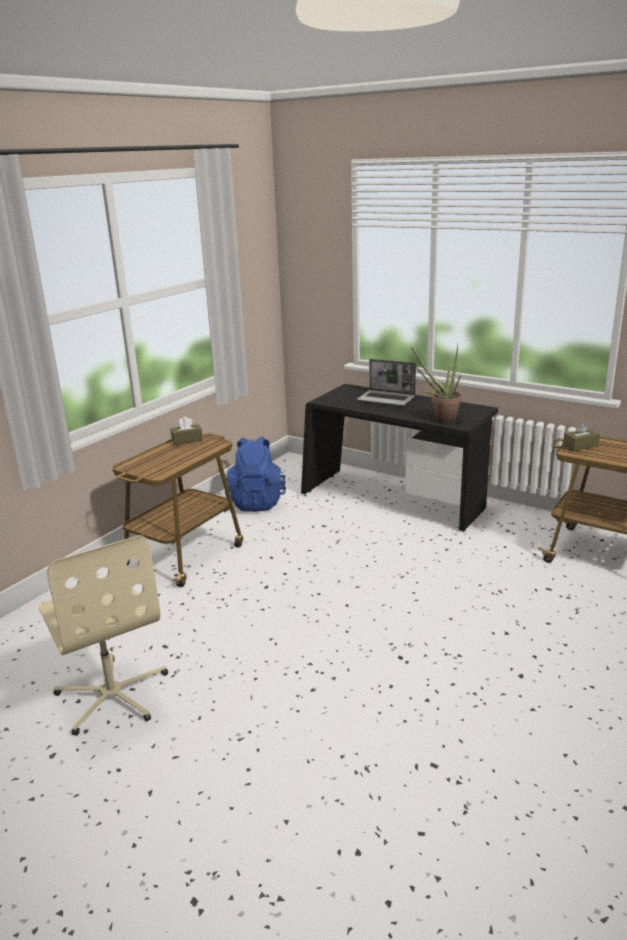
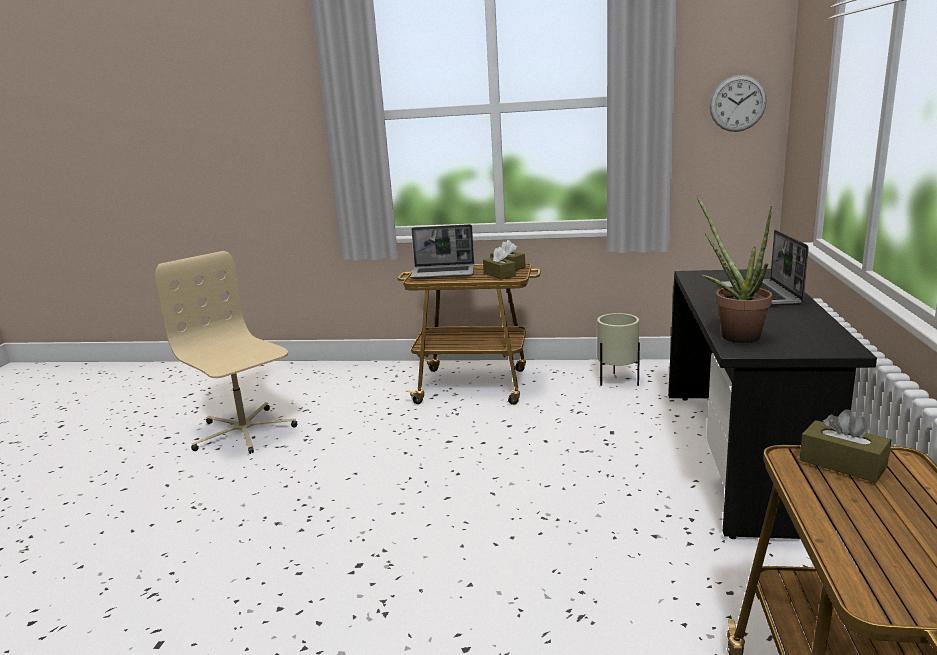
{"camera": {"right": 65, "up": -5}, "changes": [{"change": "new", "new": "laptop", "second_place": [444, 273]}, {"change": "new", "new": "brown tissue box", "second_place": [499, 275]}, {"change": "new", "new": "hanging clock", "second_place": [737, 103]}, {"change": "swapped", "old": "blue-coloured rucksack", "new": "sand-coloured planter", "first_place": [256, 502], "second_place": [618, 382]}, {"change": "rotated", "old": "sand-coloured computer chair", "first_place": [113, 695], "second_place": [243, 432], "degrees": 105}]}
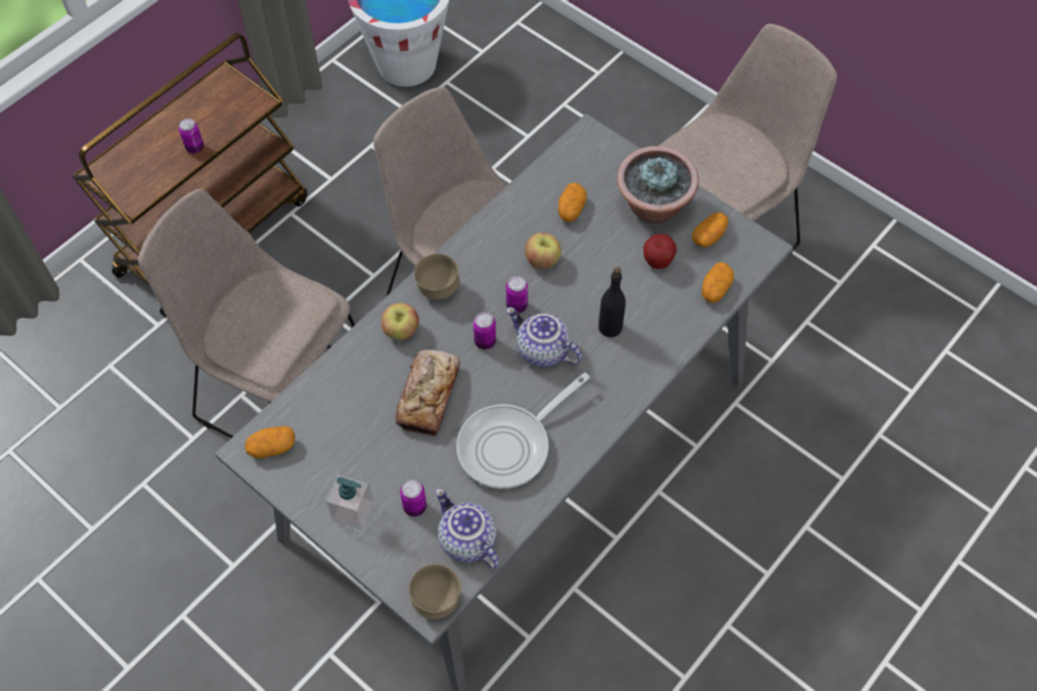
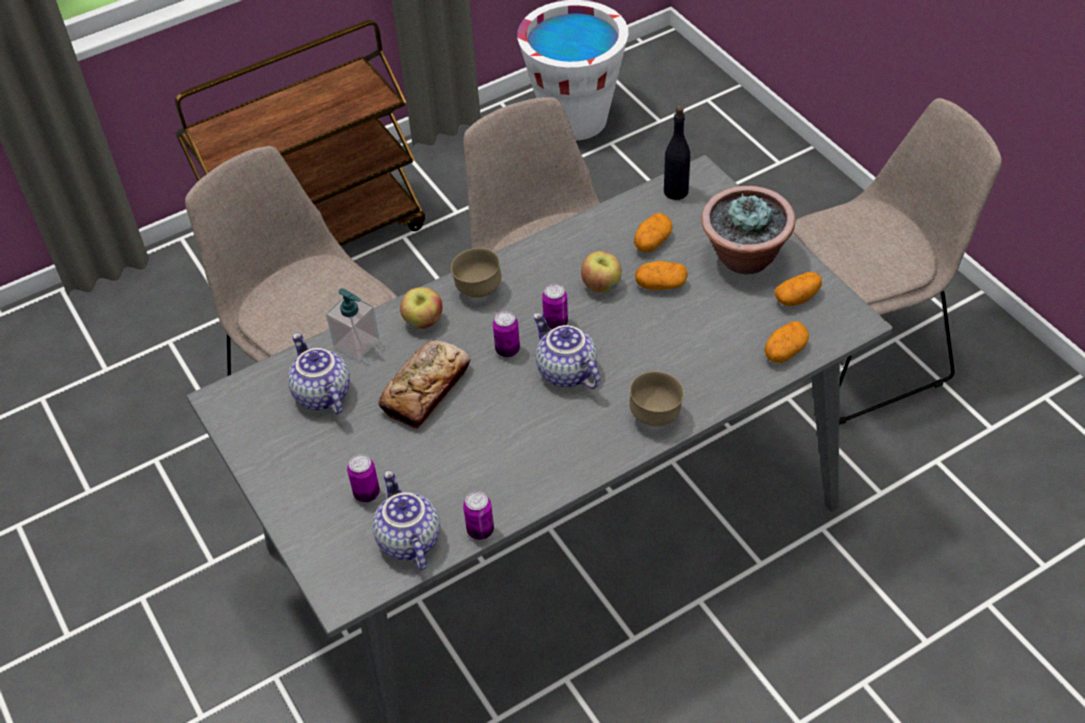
{"camera": {"right": 20, "up": -10}, "changes": [{"change": "gone", "old": "skillet", "first_place": [510, 445]}, {"change": "gone", "old": "apple", "first_place": [657, 262]}, {"change": "new", "new": "pot for tea", "second_place": [321, 394]}, {"change": "shifted", "old": "sealed can", "first_place": [195, 147], "second_place": [480, 530]}, {"change": "shifted", "old": "whole potato", "first_place": [272, 447], "second_place": [660, 285]}, {"change": "shifted", "old": "soap bottle", "first_place": [353, 511], "second_place": [356, 343]}, {"change": "shifted", "old": "brown bowl", "first_place": [436, 601], "second_place": [655, 416]}, {"change": "shifted", "old": "black bottle", "first_place": [610, 327], "second_place": [676, 191]}]}
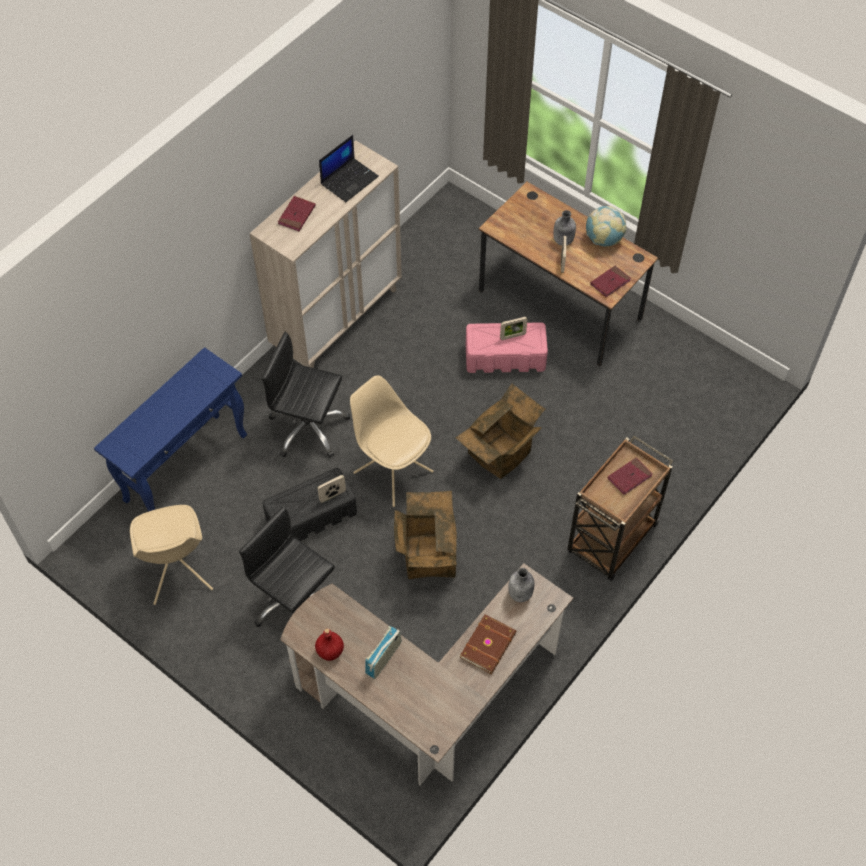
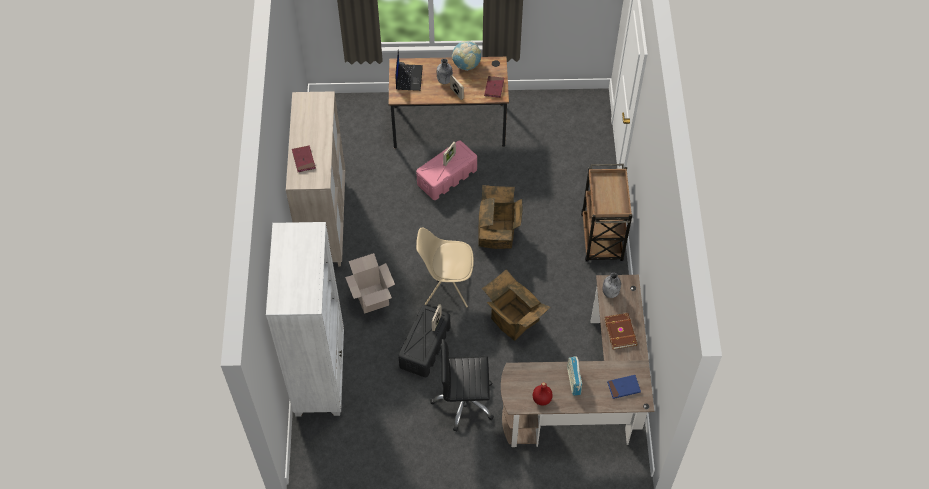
{"camera": {"right": -40, "up": 0}, "changes": [{"change": "gone", "old": "sand-coloured plain chair", "first_place": [178, 573]}, {"change": "gone", "old": "reddish bound book", "first_place": [629, 477]}, {"change": "new", "new": "blue-coloured bound book", "second_place": [623, 387]}, {"change": "shifted", "old": "laptop", "first_place": [349, 180], "second_place": [408, 77]}, {"change": "swapped", "old": "blue-coloured narrow table", "new": "whitish bookcase", "first_place": [186, 467], "second_place": [320, 374]}, {"change": "swapped", "old": "black computer chair", "new": "carton", "first_place": [308, 428], "second_place": [372, 298]}]}
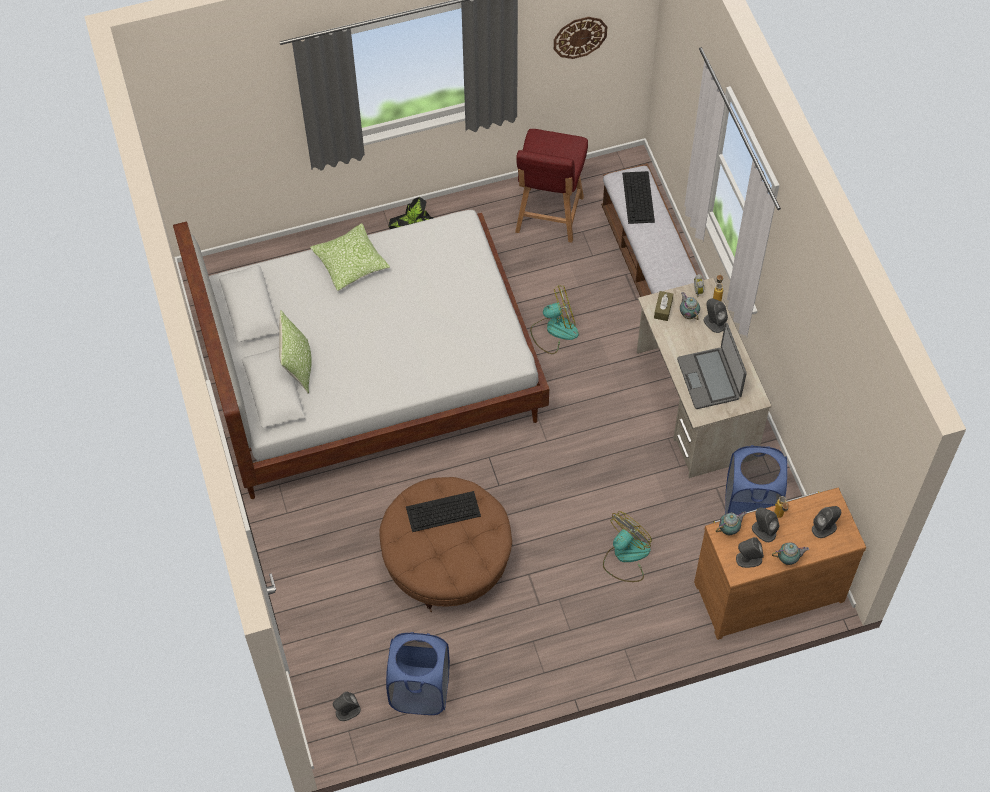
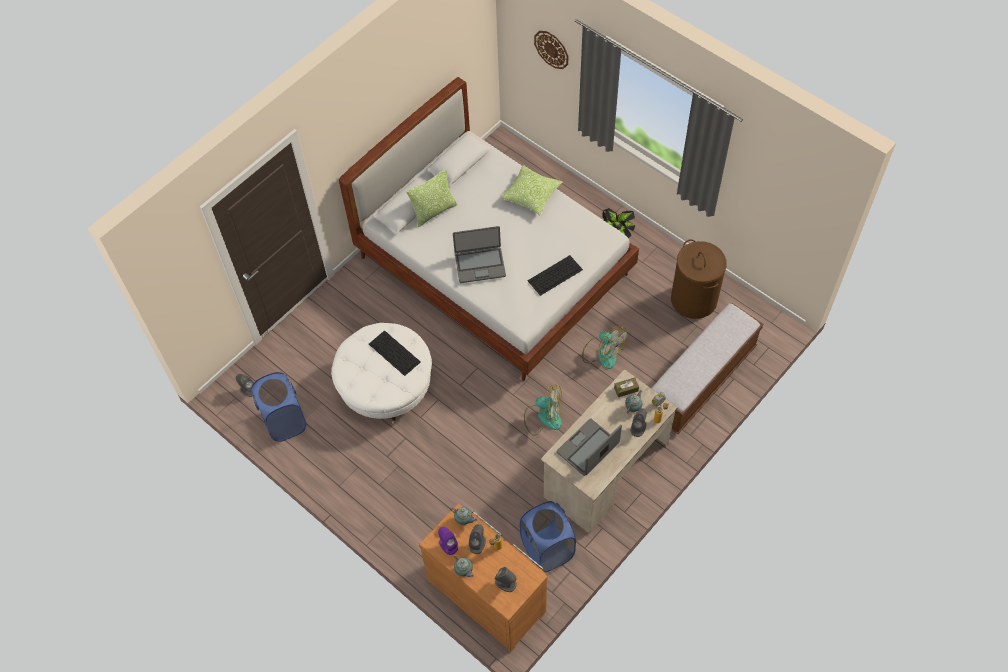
{"camera": {"right": 60, "up": 0}, "changes": [{"change": "new", "new": "laptop", "second_place": [480, 265]}, {"change": "shifted", "old": "hanging clock", "first_place": [580, 37], "second_place": [551, 49]}, {"change": "shifted", "old": "electric fan", "first_place": [625, 556], "second_place": [543, 417]}, {"change": "shifted", "old": "computer keyboard", "first_place": [638, 198], "second_place": [554, 275]}, {"change": "swapped", "old": "reddish plain chair", "new": "brown washing basket", "first_place": [549, 216], "second_place": [693, 299]}, {"change": "repainted", "old": "brown pouffe", "new": "whitish pouffe", "first_place": [447, 560], "second_place": [385, 386]}, {"change": "repainted", "old": "grey speaker", "new": "purple speaker", "first_place": [748, 559], "second_place": [448, 544]}]}
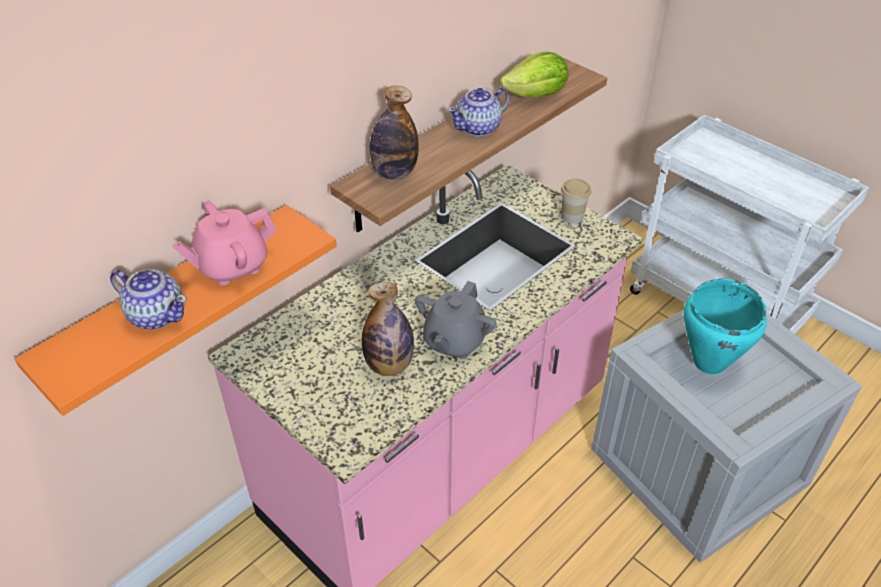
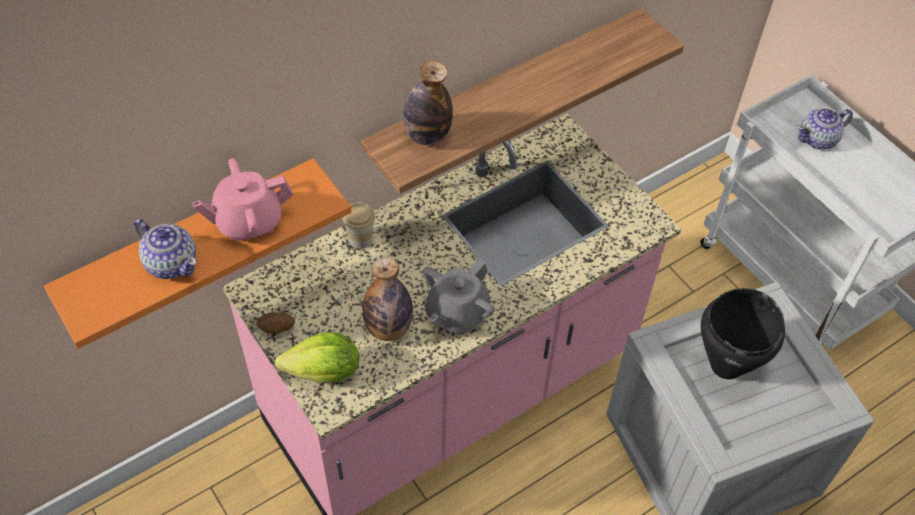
{"camera": {"right": 10, "up": 10}, "changes": [{"change": "new", "new": "whole potato", "second_place": [277, 329]}, {"change": "shifted", "old": "pot for tea", "first_place": [479, 128], "second_place": [818, 139]}, {"change": "shifted", "old": "lettuce", "first_place": [536, 95], "second_place": [324, 372]}, {"change": "shifted", "old": "cup", "first_place": [572, 216], "second_place": [360, 239]}, {"change": "repainted", "old": "turquoise-coloured cooking pot", "new": "black cooking pot", "first_place": [708, 363], "second_place": [725, 365]}]}
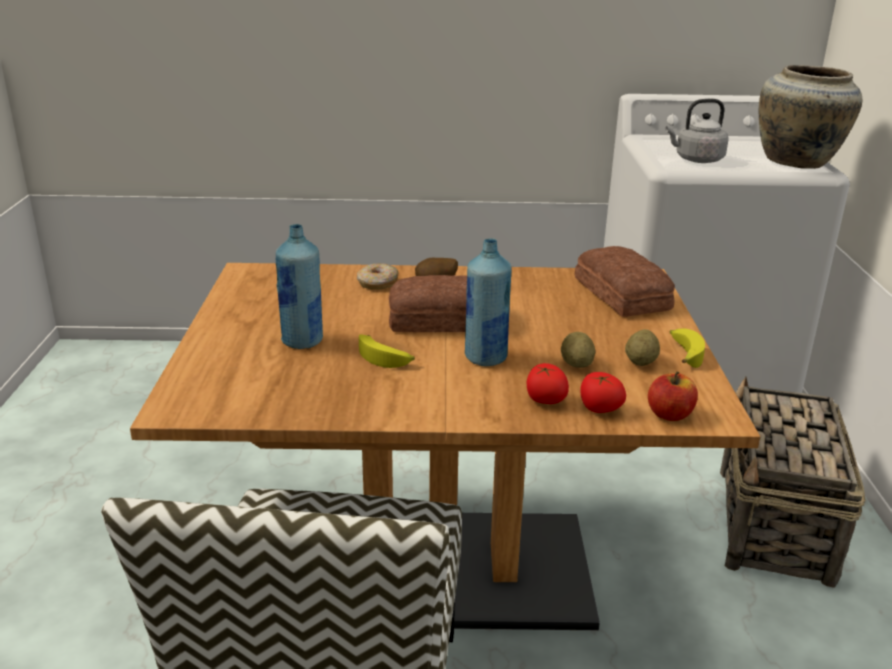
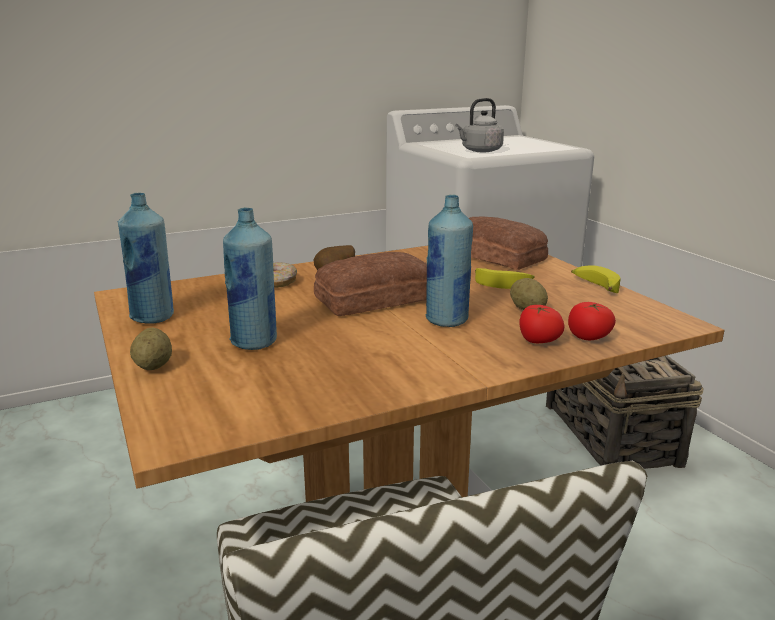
{"camera": {"right": -25, "up": -5}, "changes": [{"change": "gone", "old": "apple", "first_place": [670, 414]}, {"change": "gone", "old": "sand-coloured decorative vase", "first_place": [798, 162]}, {"change": "new", "new": "blue-coloured bottle", "second_place": [153, 317]}, {"change": "shifted", "old": "whole banana", "first_place": [385, 358], "second_place": [504, 283]}, {"change": "shifted", "old": "whole potato", "first_place": [640, 362], "second_place": [153, 366]}]}
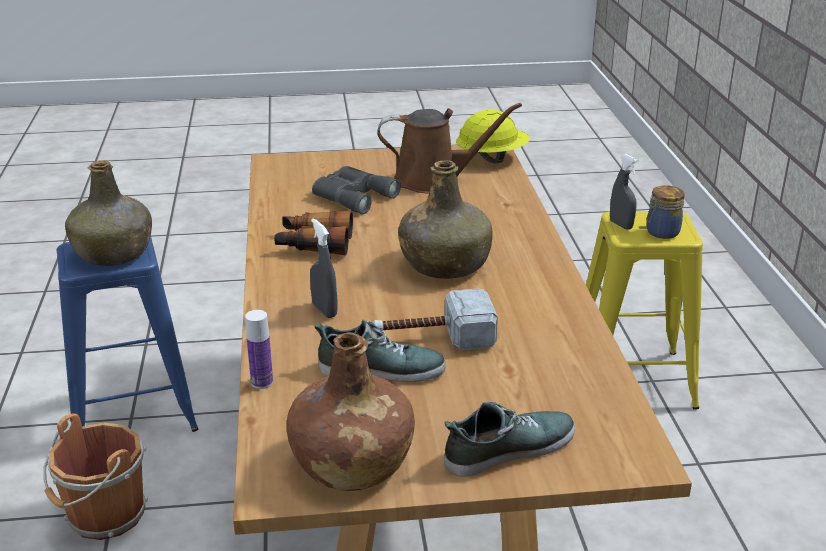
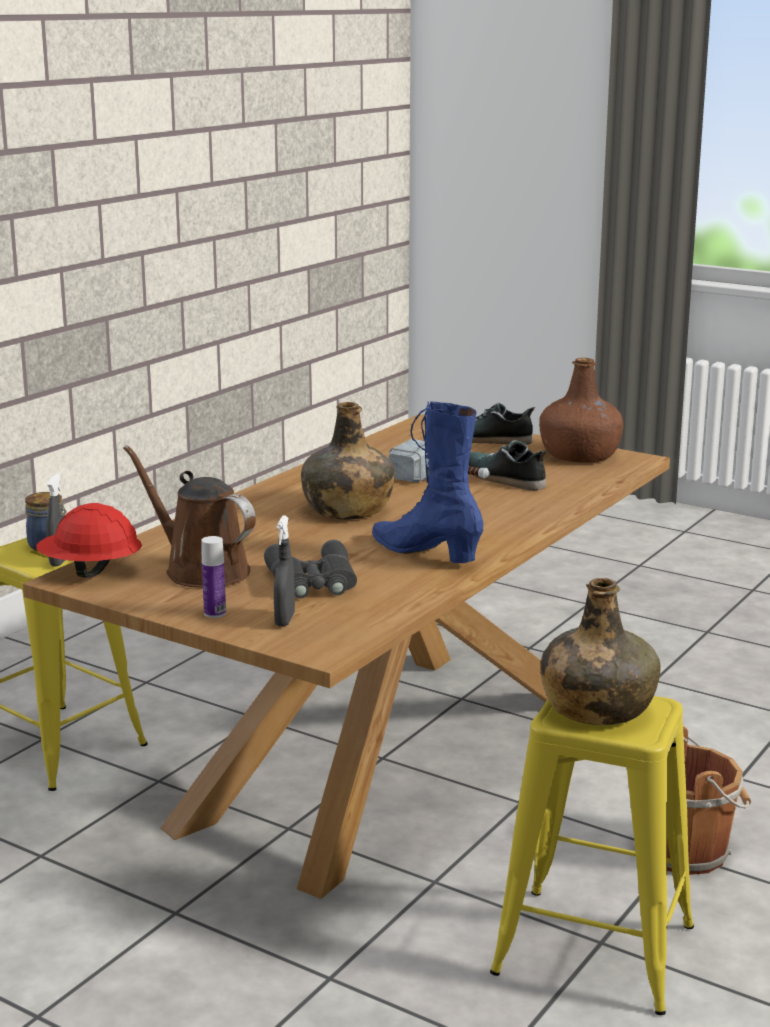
{"camera": {"right": -140, "up": -10}, "changes": [{"change": "shifted", "old": "bottle", "first_place": [262, 382], "second_place": [215, 613]}, {"change": "shifted", "old": "grey hand sprayer", "first_place": [324, 310], "second_place": [285, 620]}, {"change": "swapped", "old": "pair of binoculars", "new": "blue-coloured boot", "first_place": [314, 244], "second_place": [426, 553]}, {"change": "repainted", "old": "blue-coloured stool", "new": "yellow stool", "first_place": [132, 411], "second_place": [594, 949]}, {"change": "repainted", "old": "yellow safety helmet", "new": "reddish safety helmet", "first_place": [492, 158], "second_place": [90, 572]}]}
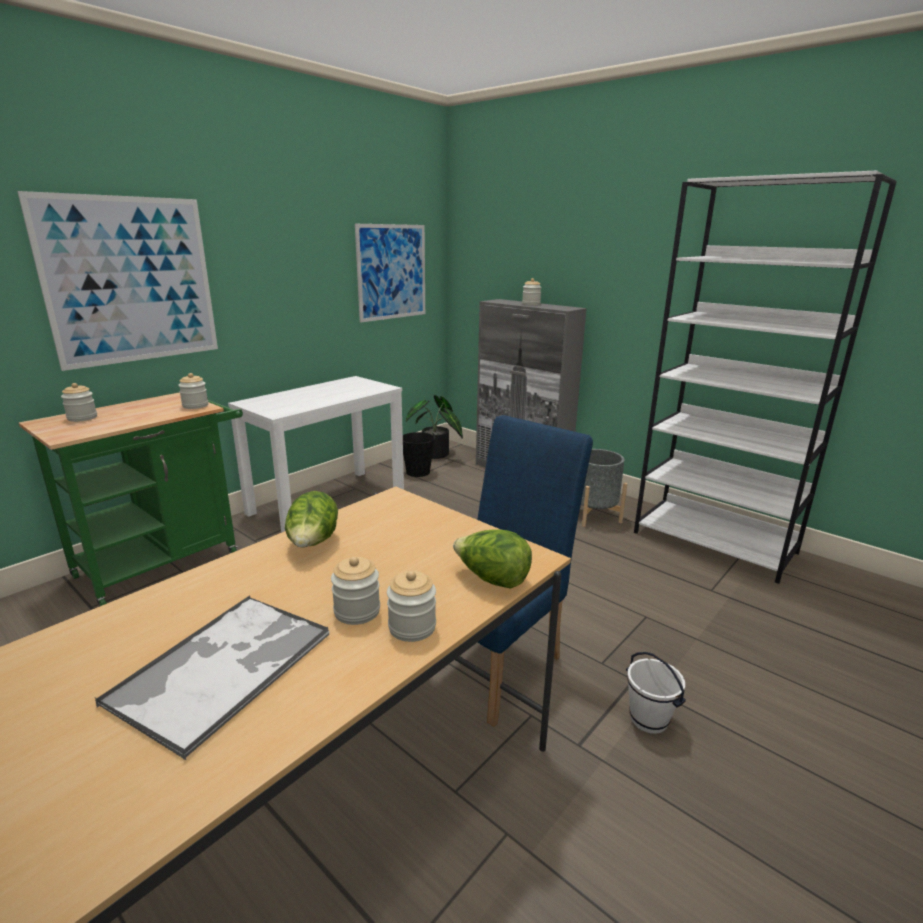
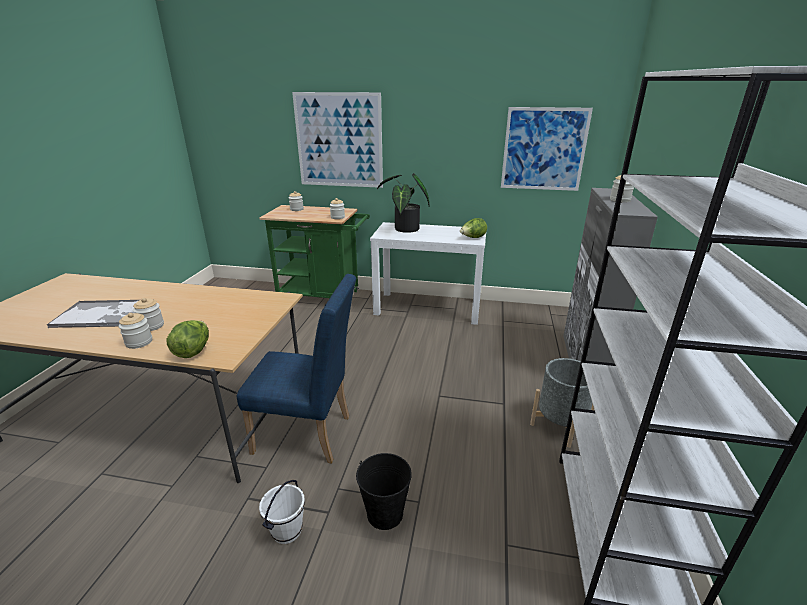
{"camera": {"right": 60, "up": 5}, "changes": [{"change": "shifted", "old": "lettuce", "first_place": [313, 544], "second_place": [472, 238]}, {"change": "shifted", "old": "black bucket", "first_place": [418, 472], "second_place": [385, 513]}, {"change": "shifted", "old": "plant in a pot", "first_place": [436, 455], "second_place": [404, 230]}]}
